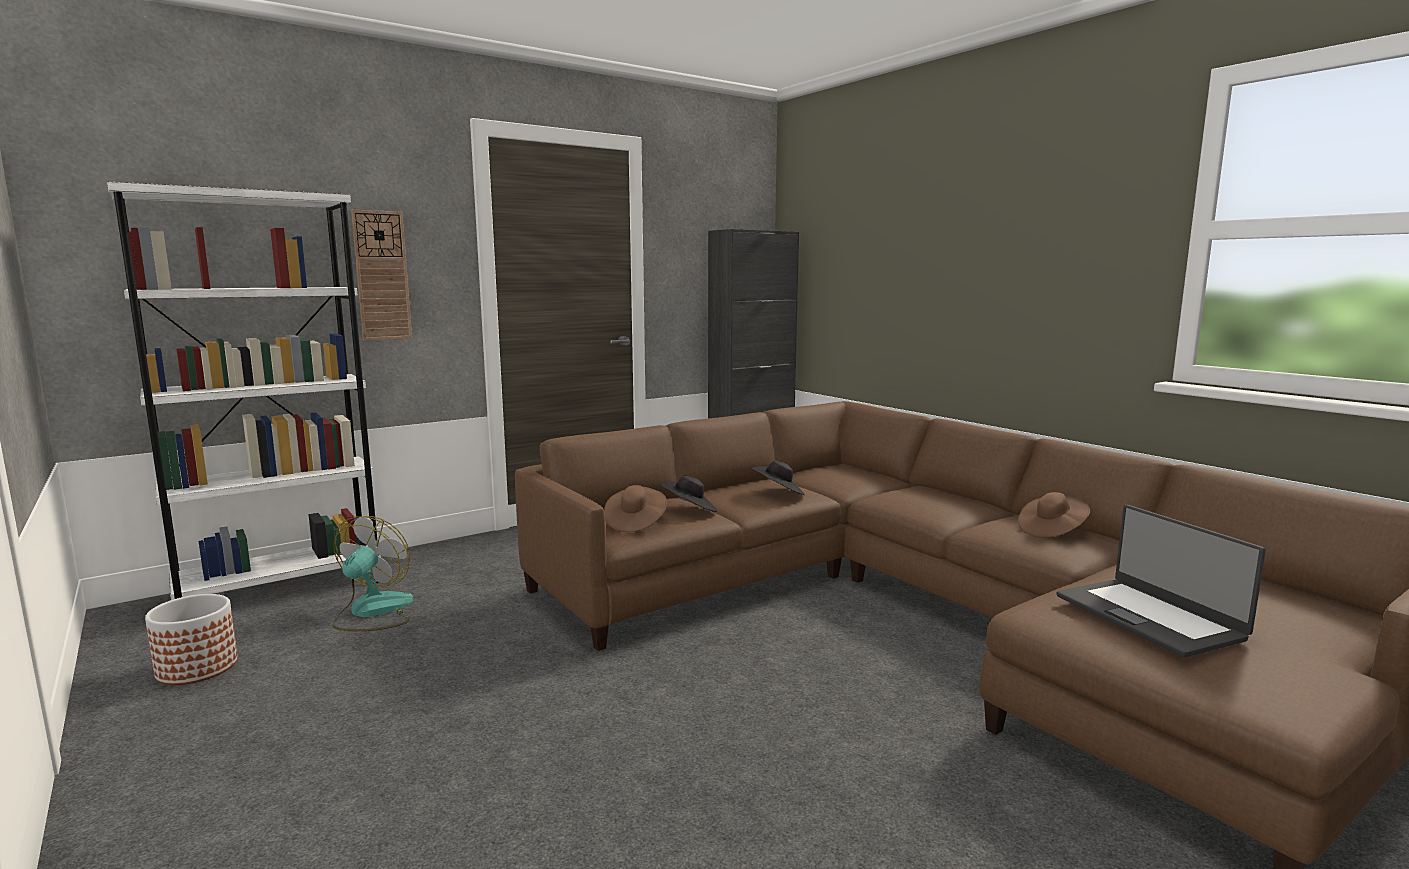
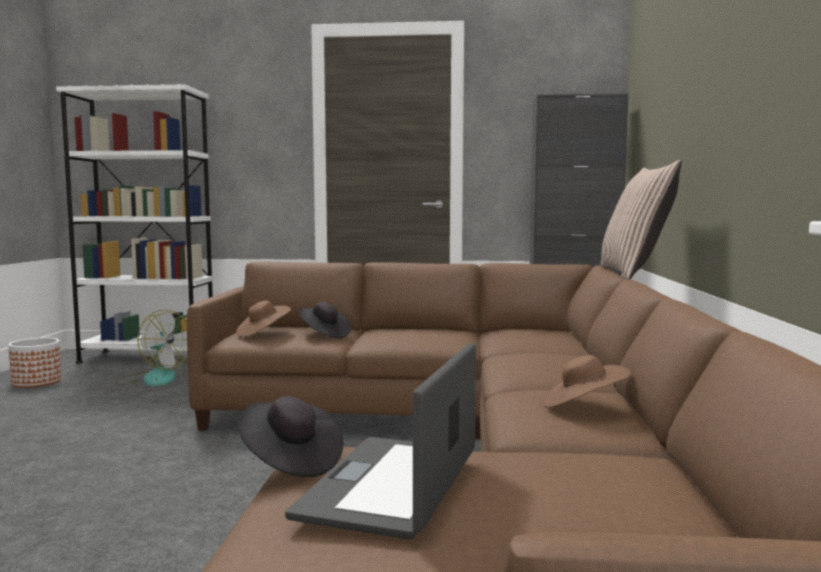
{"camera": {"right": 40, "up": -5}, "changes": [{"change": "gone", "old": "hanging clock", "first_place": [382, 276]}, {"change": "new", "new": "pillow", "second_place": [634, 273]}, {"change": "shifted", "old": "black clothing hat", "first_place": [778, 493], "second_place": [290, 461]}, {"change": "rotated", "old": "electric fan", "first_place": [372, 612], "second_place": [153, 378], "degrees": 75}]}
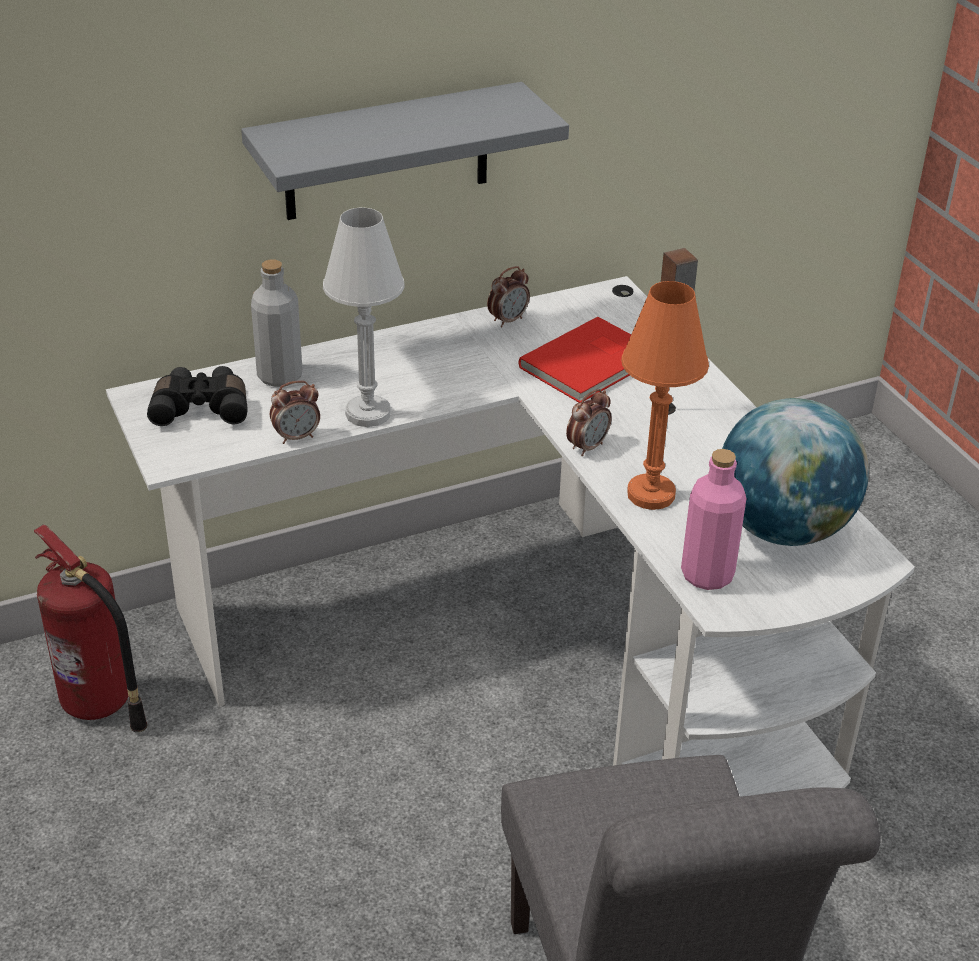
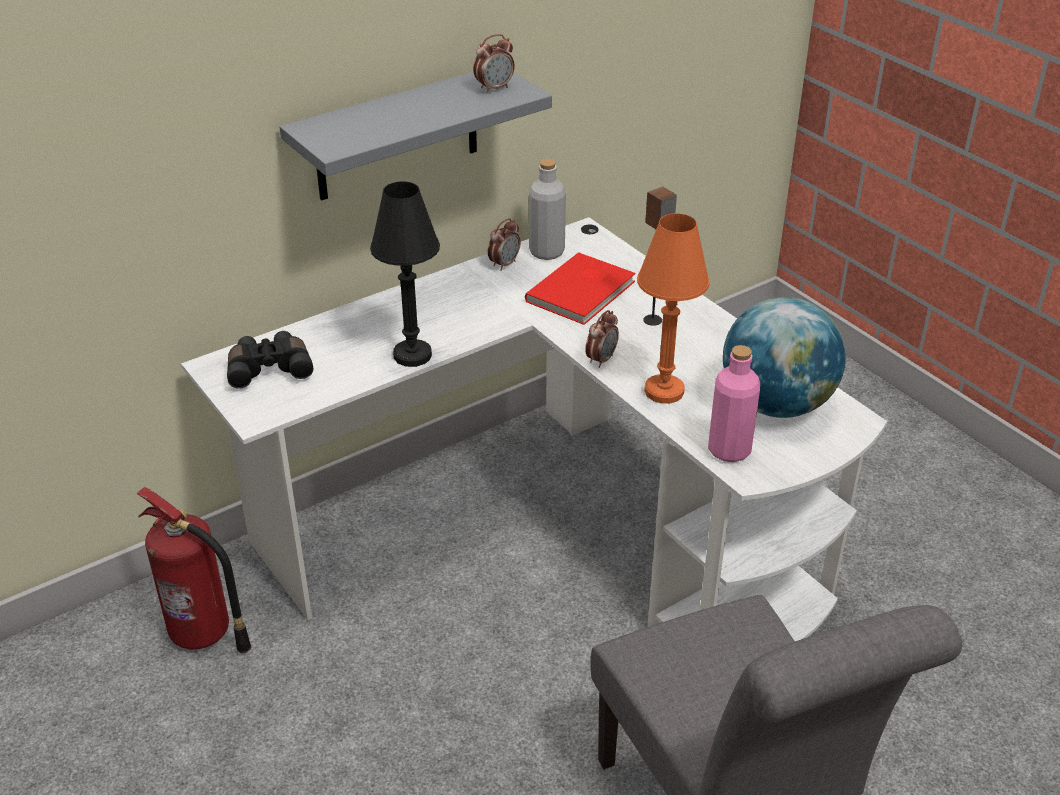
{"camera": {"right": -10, "up": 0}, "changes": [{"change": "shifted", "old": "grey bottle", "first_place": [280, 376], "second_place": [546, 252]}, {"change": "shifted", "old": "table clock", "first_place": [296, 437], "second_place": [494, 88]}, {"change": "repainted", "old": "whitish lamp for a table", "new": "black lamp for a table", "first_place": [368, 414], "second_place": [412, 355]}]}
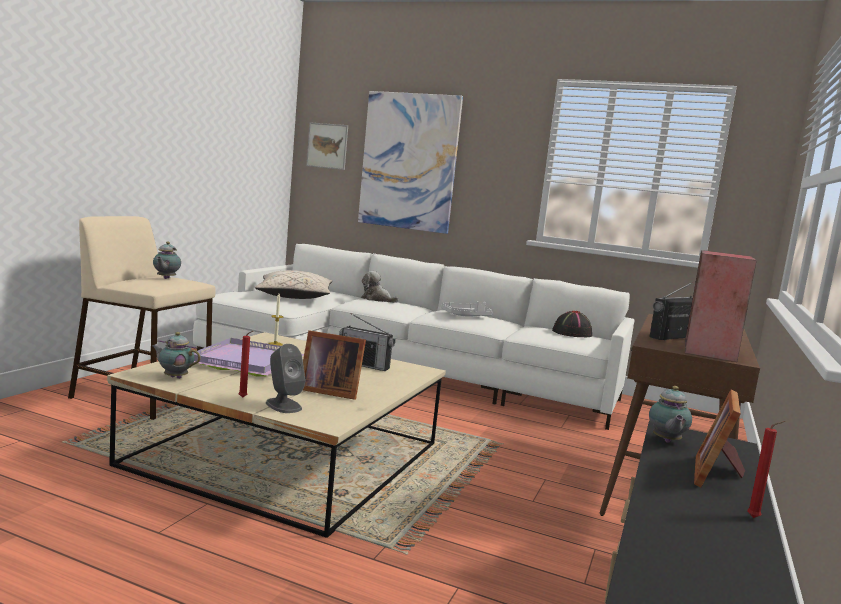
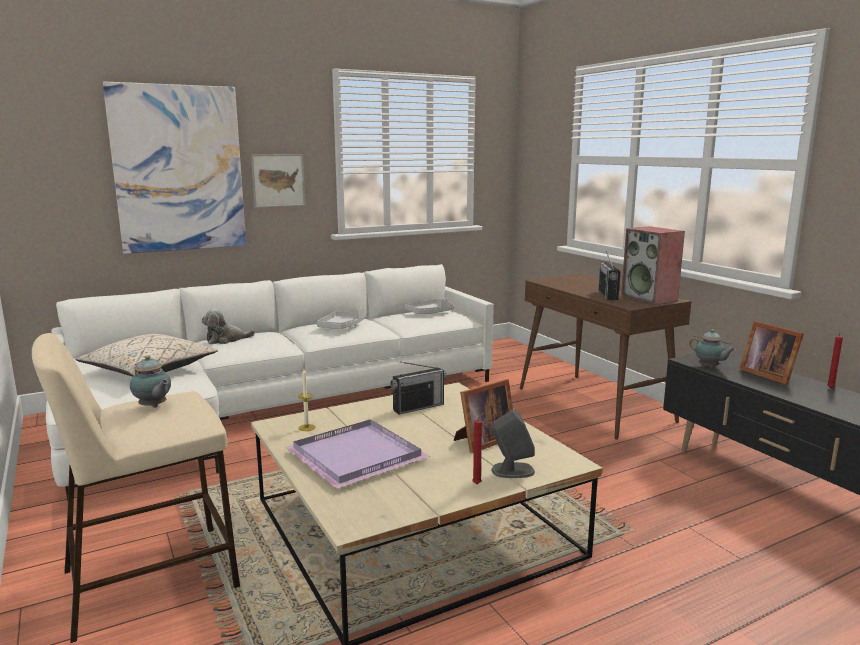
{"camera": {"right": -50, "up": 5}, "changes": [{"change": "gone", "old": "pot for tea", "first_place": [174, 377]}, {"change": "shifted", "old": "wall art", "first_place": [327, 146], "second_place": [278, 180]}, {"change": "swapped", "old": "black clothing hat", "new": "grey carrying tray", "first_place": [571, 333], "second_place": [429, 313]}]}
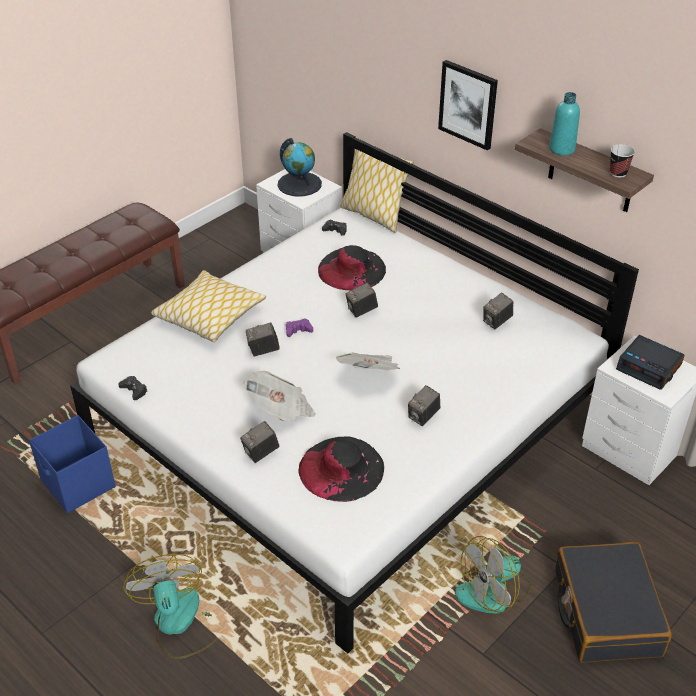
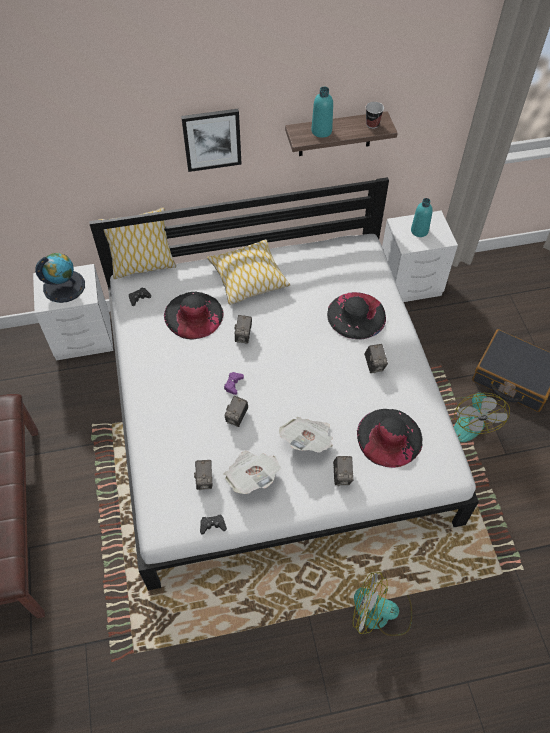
{"camera": {"right": -55, "up": 15}, "changes": [{"change": "gone", "old": "blue-coloured storage container", "first_place": [78, 485]}, {"change": "new", "new": "black clothing hat", "second_place": [356, 315]}, {"change": "shifted", "old": "pillow", "first_place": [209, 315], "second_place": [248, 278]}, {"change": "shifted", "old": "newspaper", "first_place": [370, 374], "second_place": [251, 477]}, {"change": "shifted", "old": "photo camera", "first_place": [497, 322], "second_place": [204, 480]}, {"change": "swapped", "old": "table clock", "new": "turquoise-coloured bottle", "first_place": [649, 367], "second_place": [419, 231]}]}
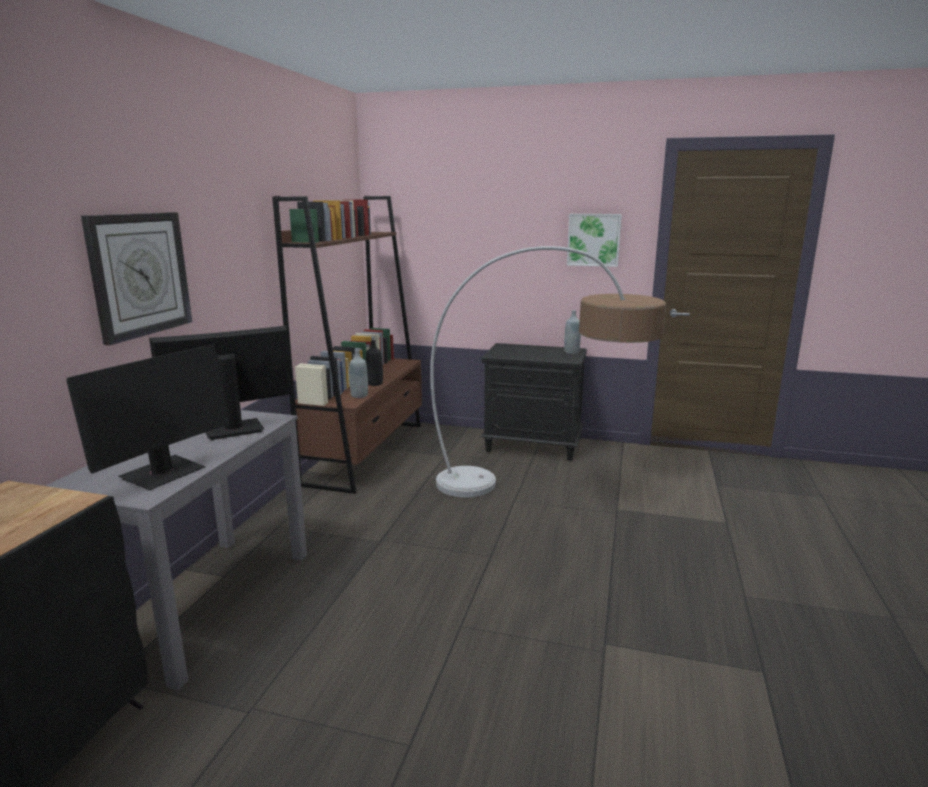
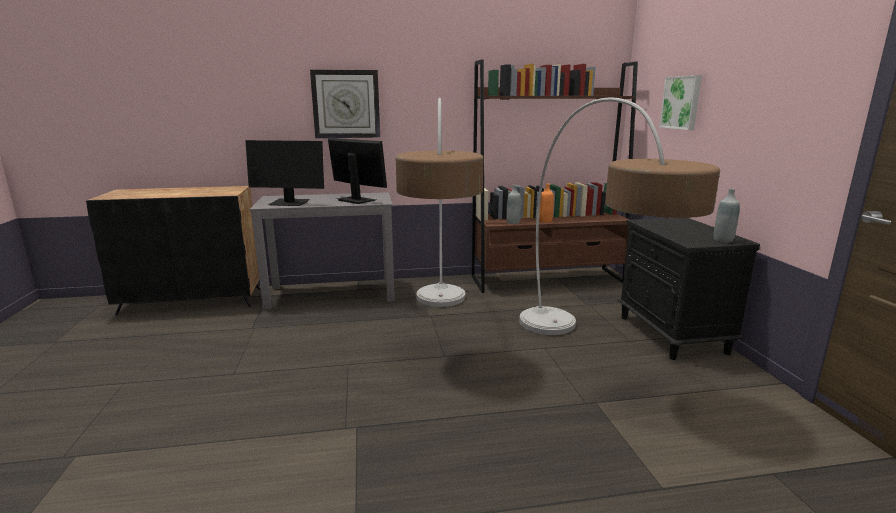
{"camera": {"right": 65, "up": 0}, "changes": [{"change": "new", "new": "standard lamp", "second_place": [440, 326]}, {"change": "shifted", "old": "wall art", "first_place": [593, 240], "second_place": [682, 102]}, {"change": "repainted", "old": "black bottle", "new": "orange bottle", "first_place": [375, 383], "second_place": [545, 221]}]}
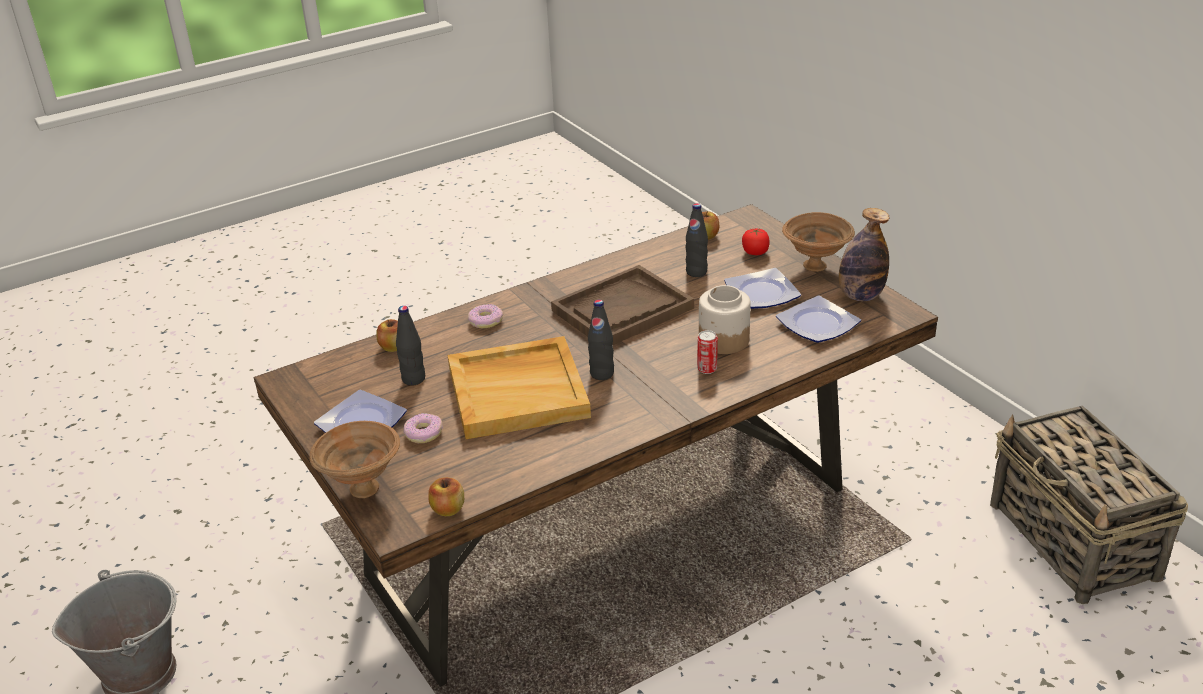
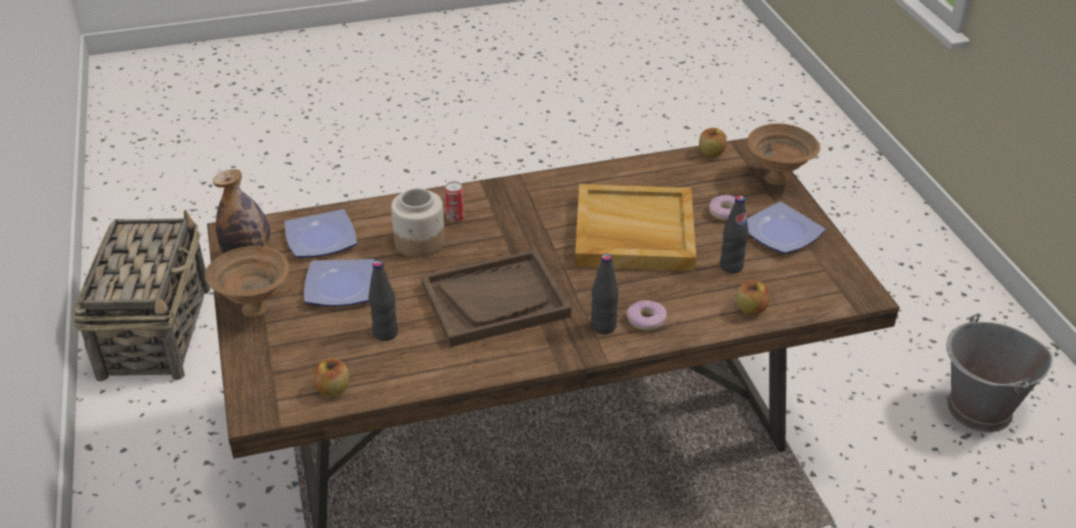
{"camera": {"right": -165, "up": 5}, "changes": [{"change": "gone", "old": "whole tomato", "first_place": [755, 252]}, {"change": "shifted", "old": "black bottle", "first_place": [602, 374], "second_place": [603, 326]}]}
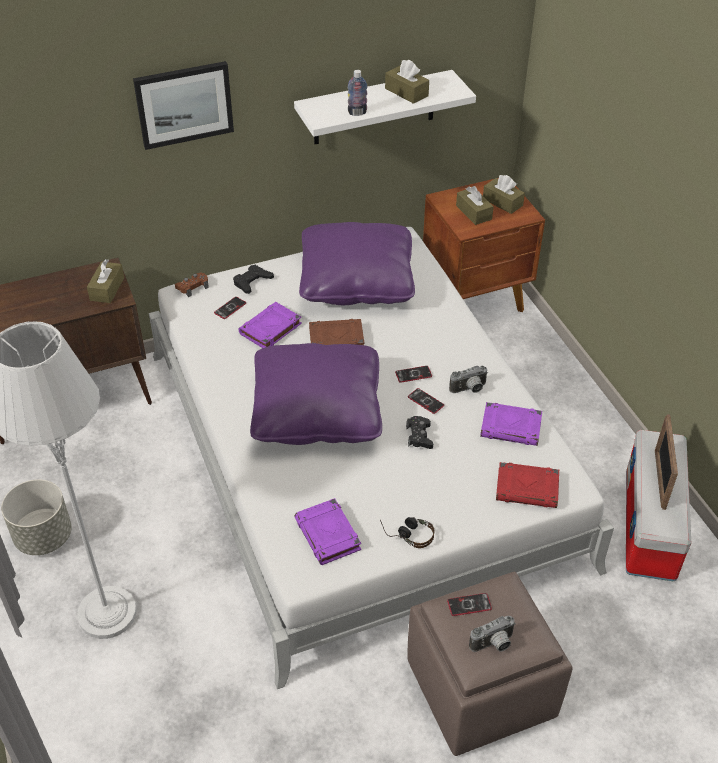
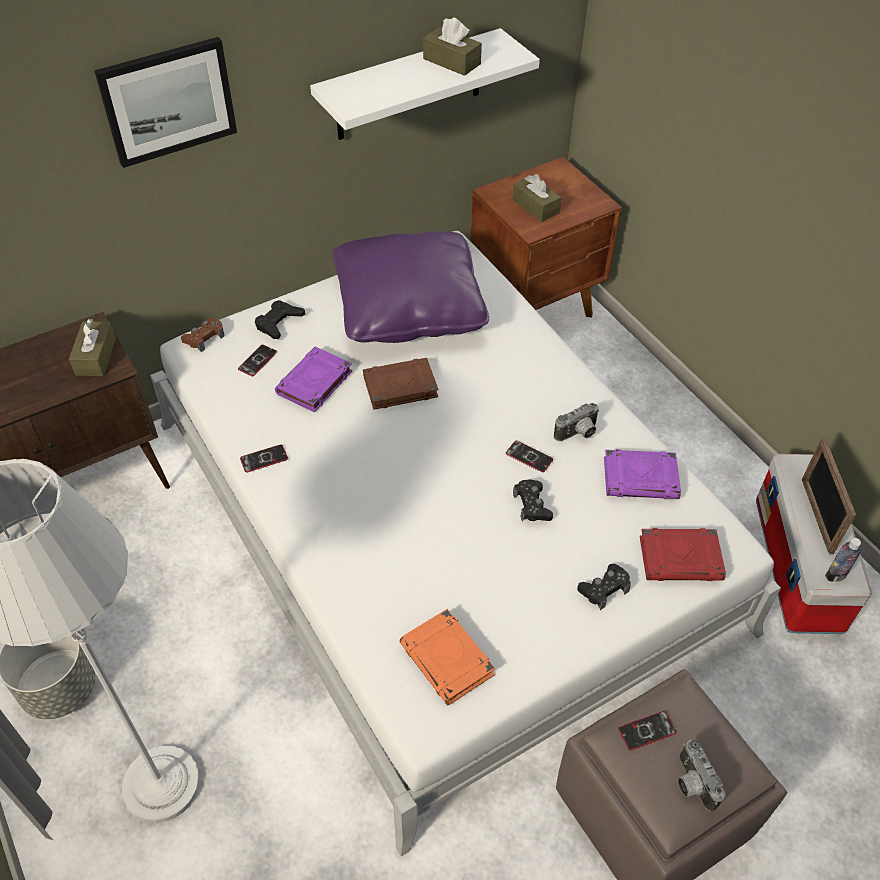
{"camera": {"right": -10, "up": 5}, "changes": [{"change": "gone", "old": "purple pillow", "first_place": [317, 411]}, {"change": "gone", "old": "pair of headphones", "first_place": [407, 533]}, {"change": "gone", "old": "brown tissue box", "first_place": [502, 202]}, {"change": "new", "new": "black game controller", "second_place": [604, 589]}, {"change": "shifted", "old": "bottle", "first_place": [357, 113], "second_place": [835, 575]}, {"change": "shifted", "old": "phone", "first_place": [413, 374], "second_place": [264, 459]}, {"change": "repainted", "old": "purple bound book", "new": "orange bound book", "first_place": [328, 535], "second_place": [448, 660]}, {"change": "rotated", "old": "photo camera", "first_place": [493, 645], "second_place": [691, 784], "degrees": 105}]}
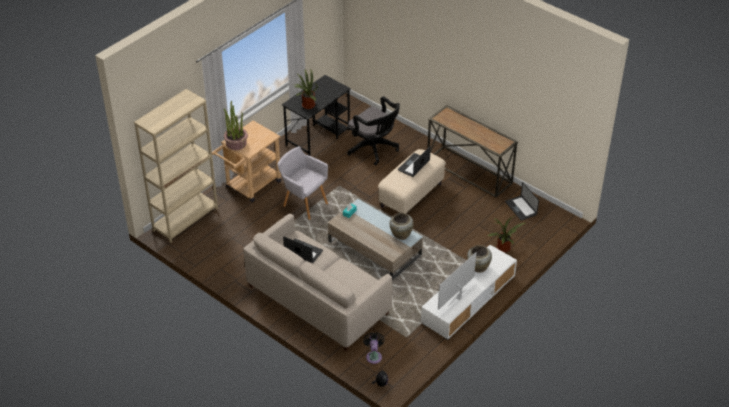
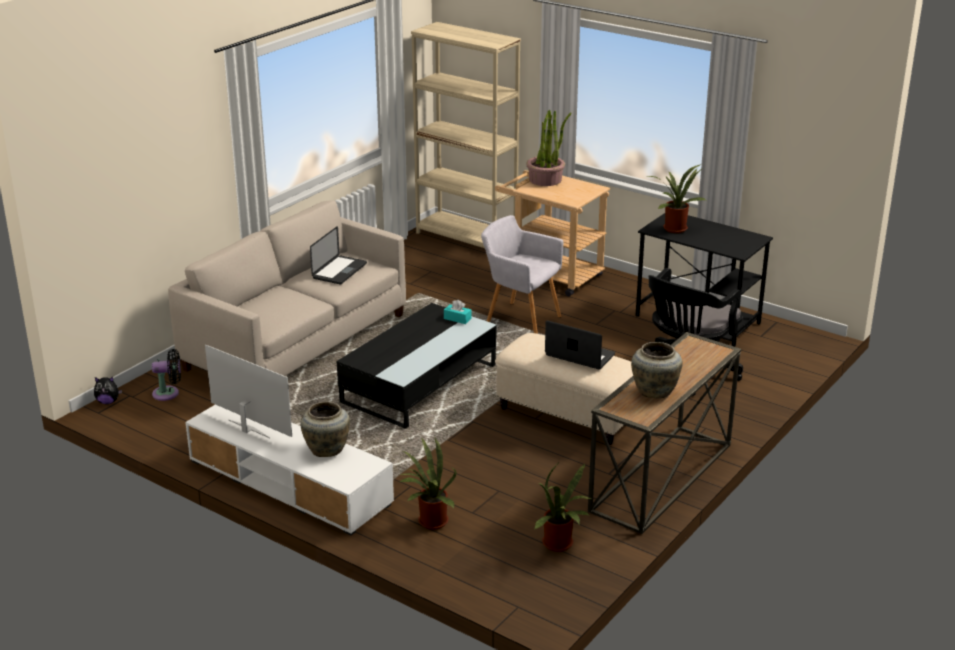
{"camera": {"right": 85, "up": -15}, "changes": [{"change": "shifted", "old": "sand-coloured decorative vase", "first_place": [400, 234], "second_place": [655, 391]}, {"change": "swapped", "old": "laptop", "new": "plant in a pot", "first_place": [521, 208], "second_place": [560, 545]}, {"change": "repainted", "old": "sand-coloured lounge table", "new": "black lounge table", "first_place": [374, 248], "second_place": [419, 384]}, {"change": "rotated", "old": "grey easy chair", "first_place": [303, 203], "second_place": [520, 318], "degrees": -90}]}
